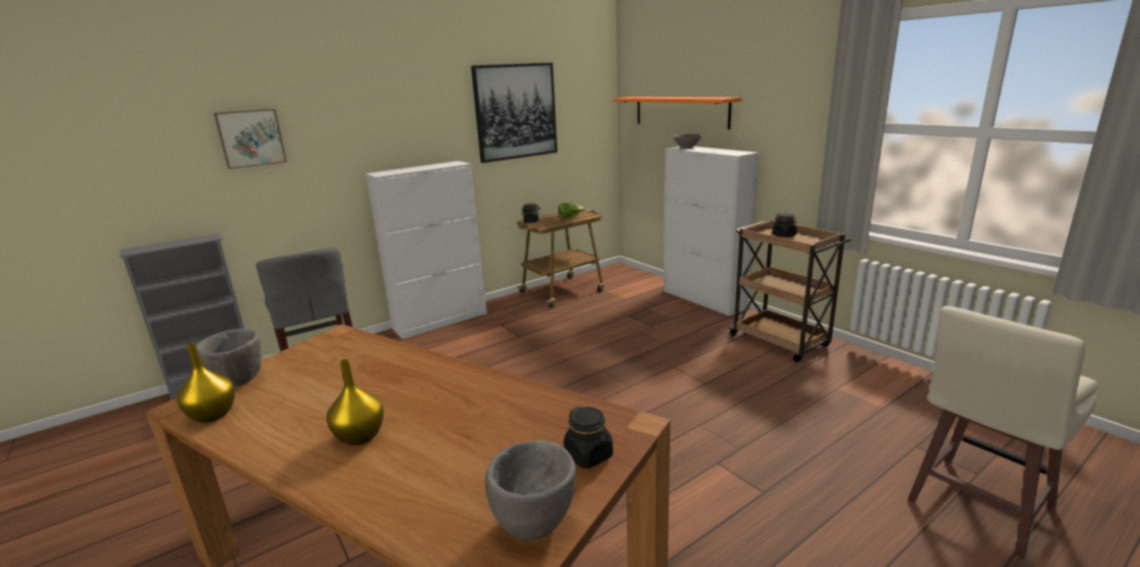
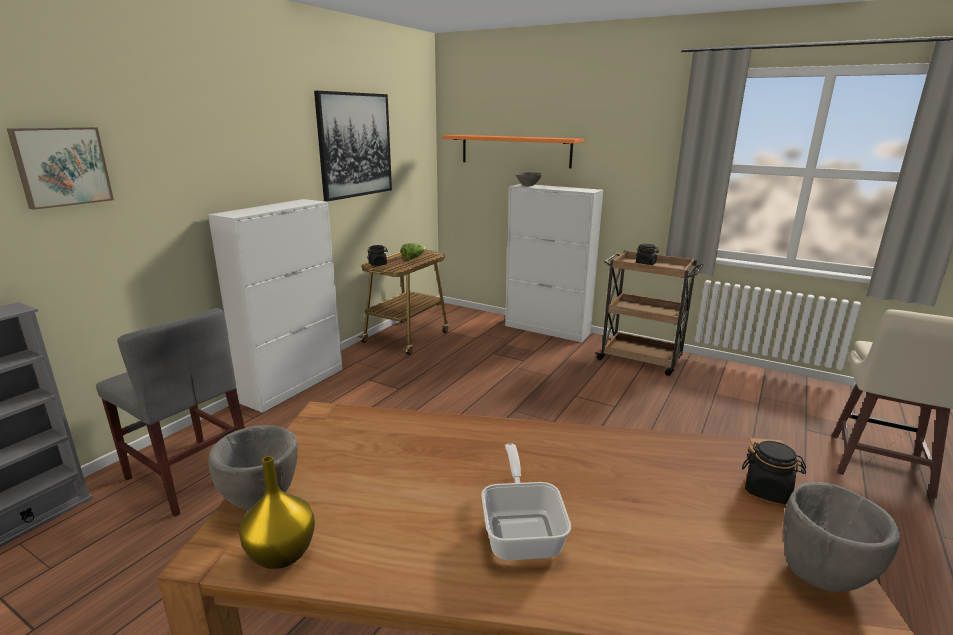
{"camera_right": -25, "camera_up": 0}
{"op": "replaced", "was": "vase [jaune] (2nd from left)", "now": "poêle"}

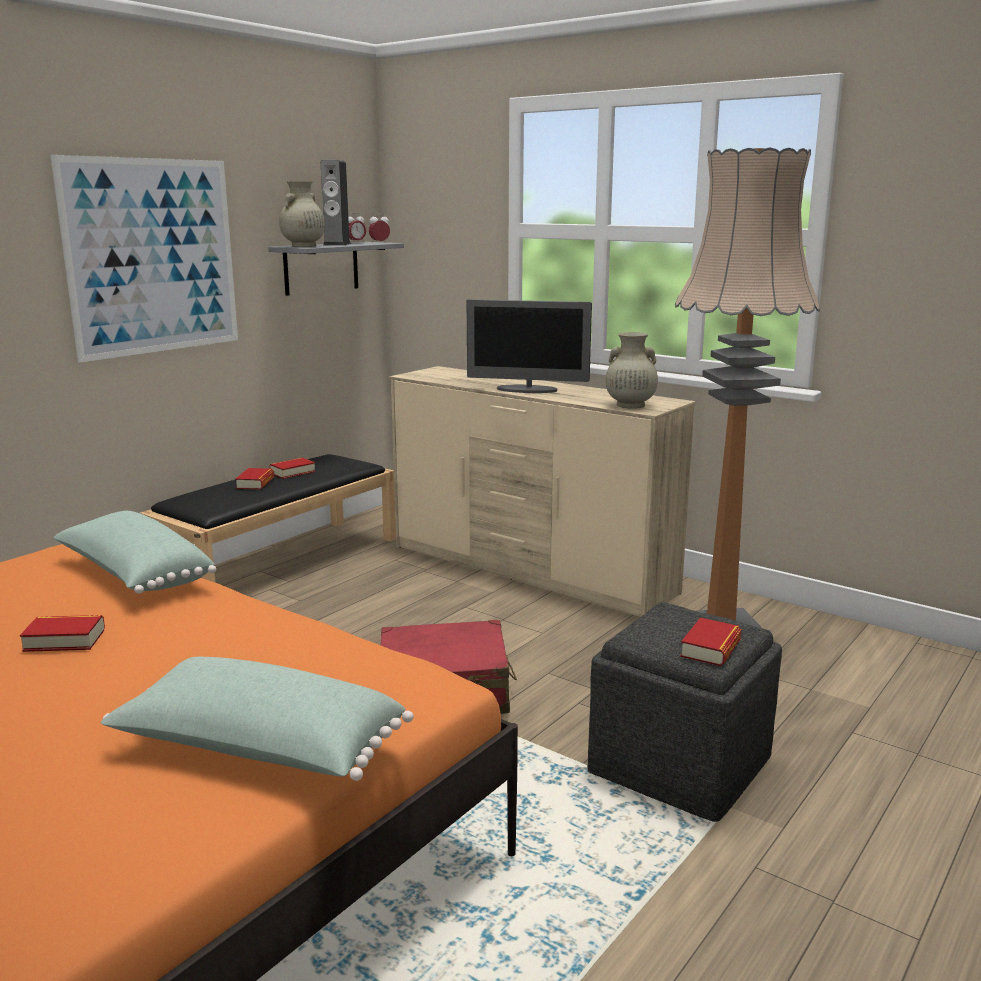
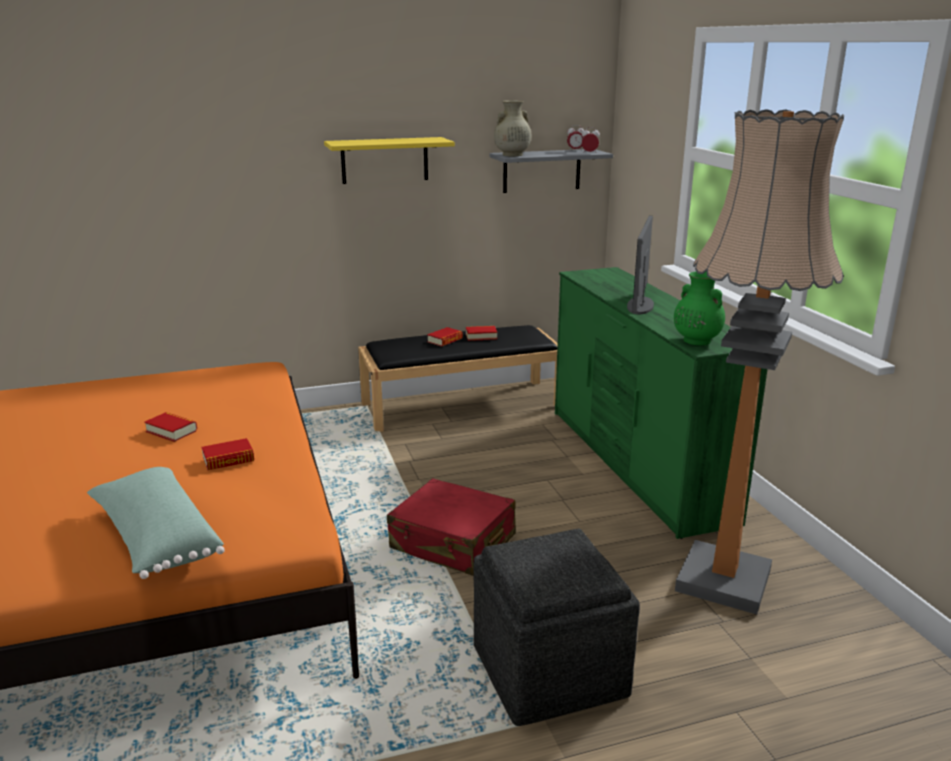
{"camera_right": 35, "camera_up": 5}
{"op": "moved", "was": "livre (4th from left in the first image)", "now": "livre (2nd from left)"}
{"op": "replaced", "was": "tableau", "now": "étagère [jaune]"}
{"op": "recoloured", "was": "commode [beige]", "now": "commode [vert]"}
{"op": "turned", "was": "écran d'ordinateur", "clockwise": 60}
{"op": "recoloured", "was": "vase [beige] (2nd from left)", "now": "vase [vert]"}
{"op": "removed", "was": "coussin [vert] (1st from left)"}
{"op": "removed", "was": "enceinte"}

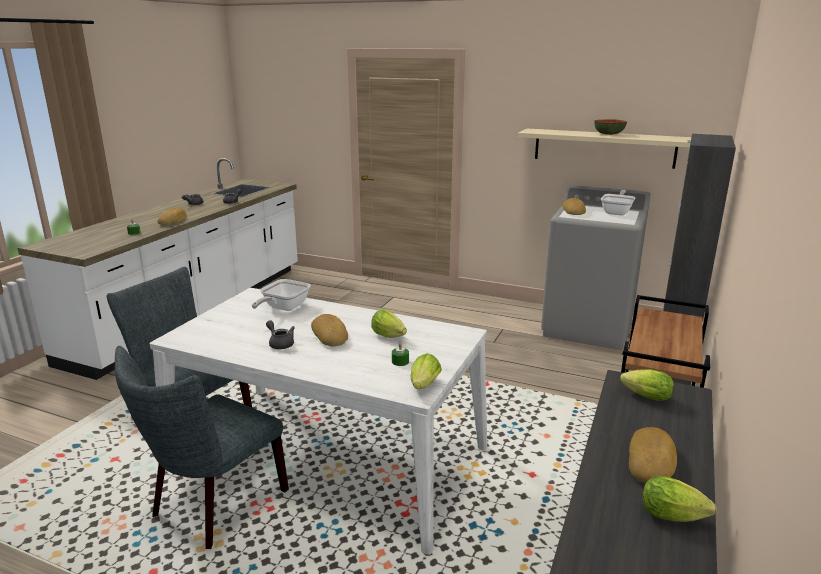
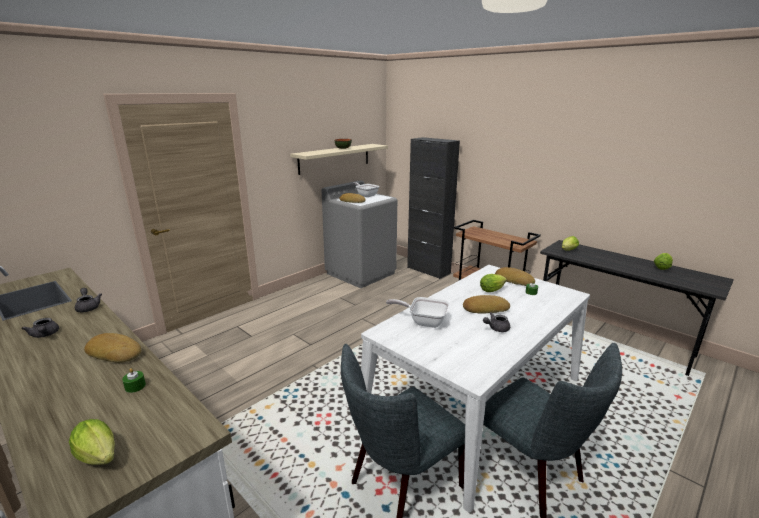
{"camera_right": -70, "camera_up": 0}
{"op": "moved", "was": "laitue (2nd from left in the first image)", "now": "laitue (1st from left)"}
{"op": "turned", "was": "poêle (1st from left in the first image)", "clockwise": 150}
{"op": "moved", "was": "pain (4th from left)"}

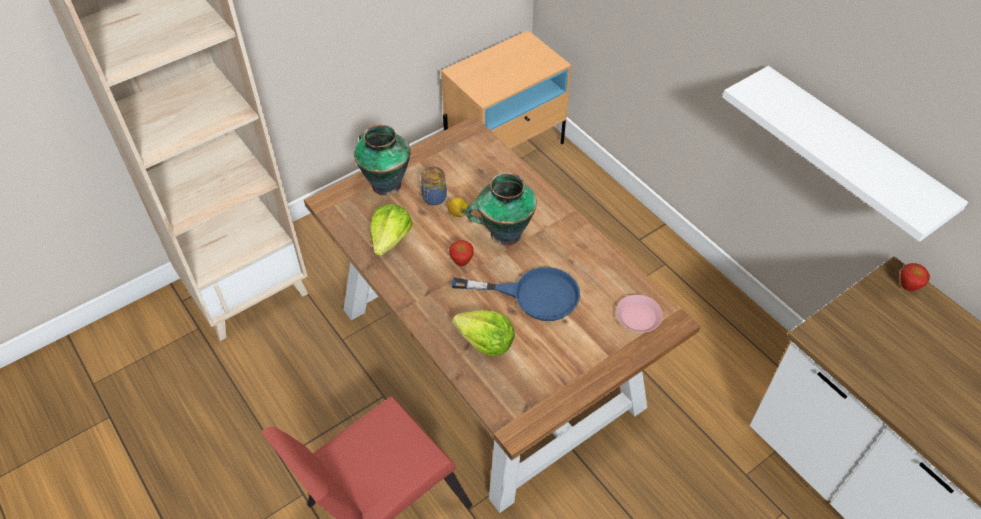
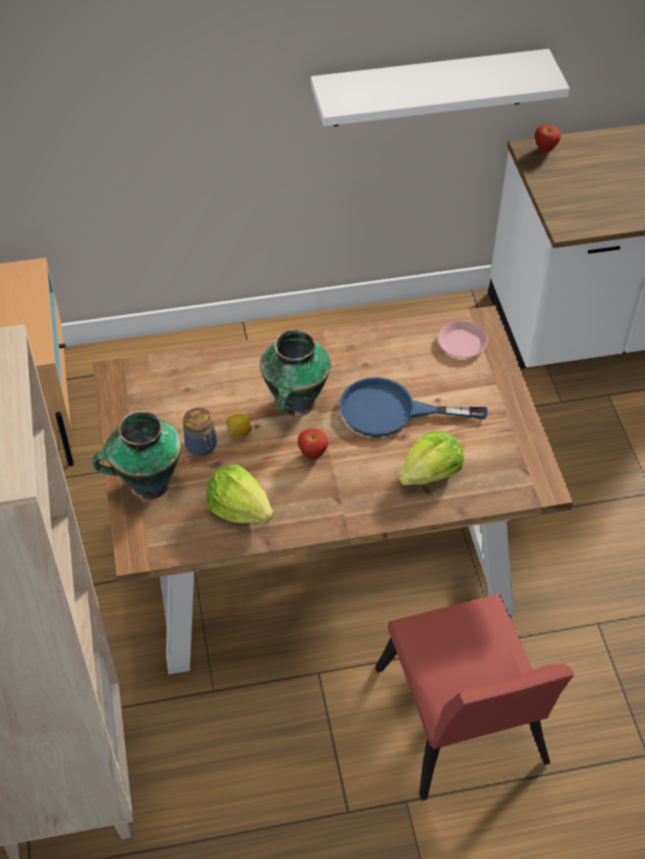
{"camera_right": -65, "camera_up": 0}
{"op": "turned", "was": "poêle [bleu]", "clockwise": -120}

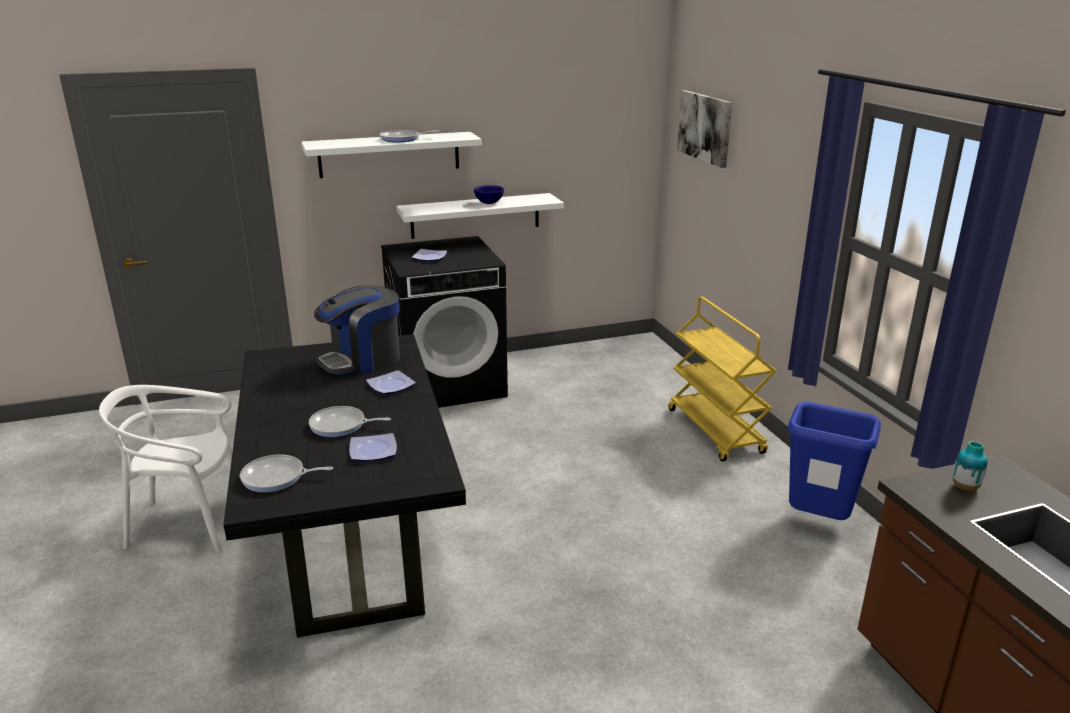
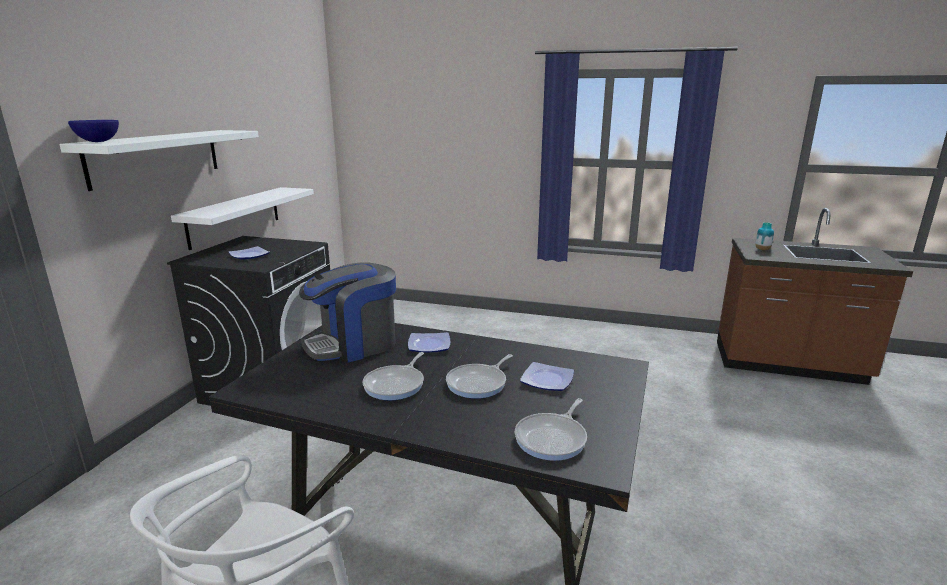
{"camera_right": -55, "camera_up": -5}
{"op": "moved", "was": "bol [bleu]"}
{"op": "turned", "was": "machine à café", "clockwise": 60}
{"op": "moved", "was": "poêle (3rd from left in the first image)", "now": "poêle (1st from left)"}
{"op": "removed", "was": "chariot [jaune]"}
{"op": "removed", "was": "tableau"}
{"op": "removed", "was": "poubelle [bleu]"}

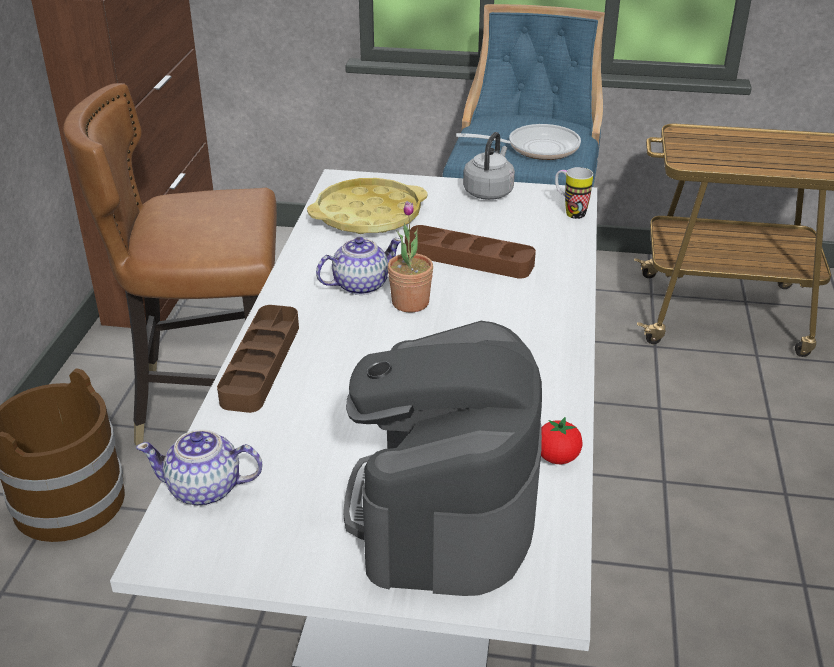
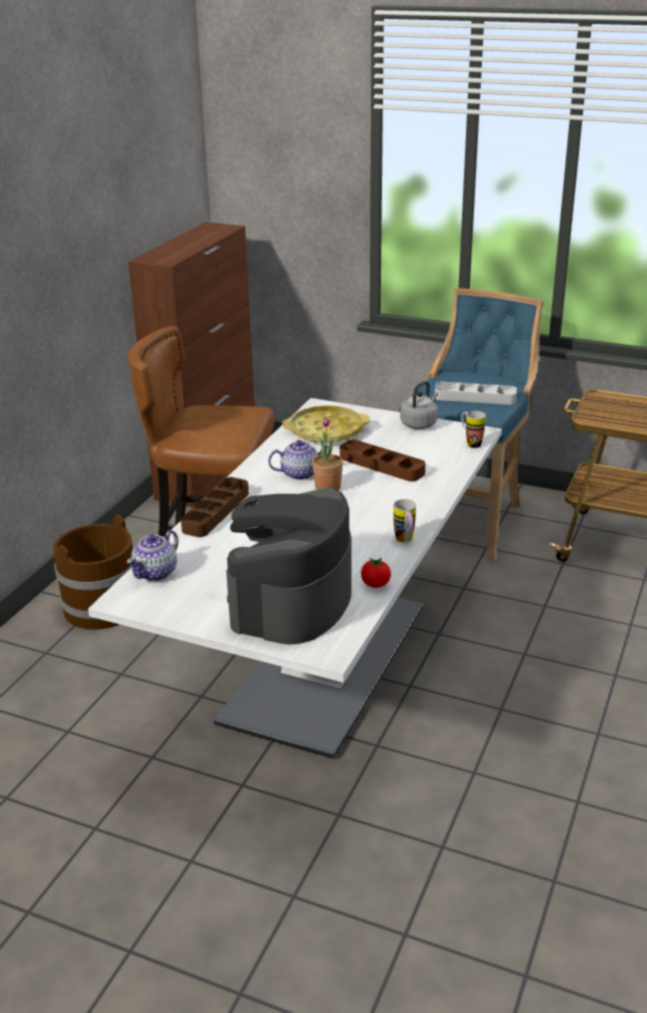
{"camera_right": 15, "camera_up": -5}
{"op": "turned", "was": "théière (1st from left)", "clockwise": -75}
{"op": "added", "now": "mug (1st from left)"}
{"op": "replaced", "was": "poêle", "now": "plateau [gris]"}

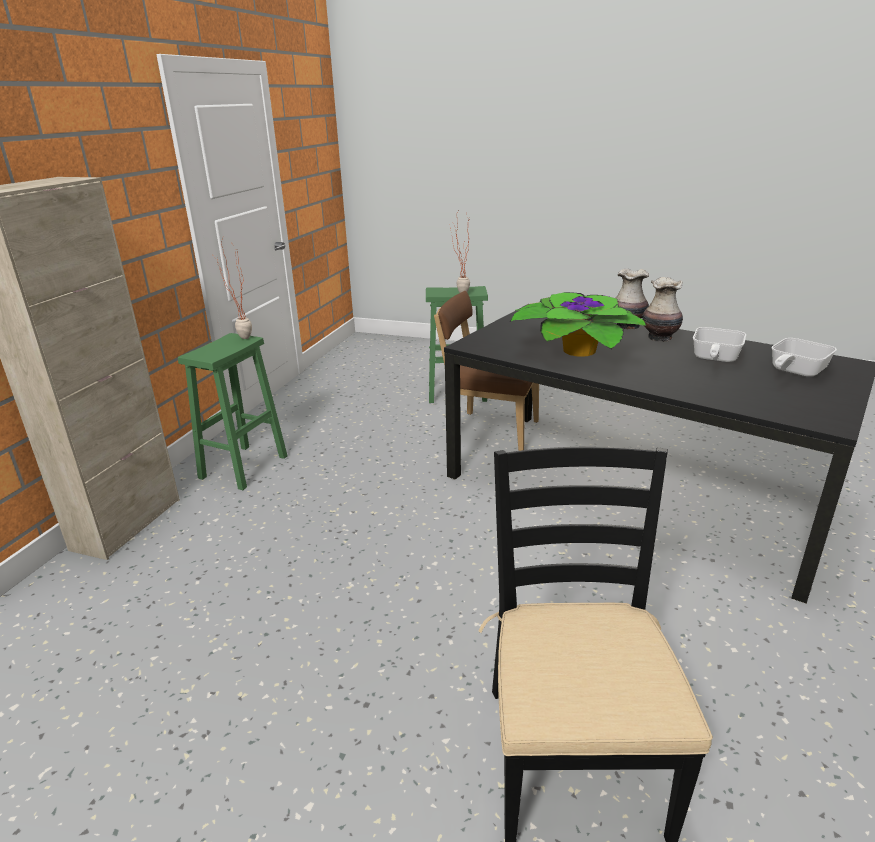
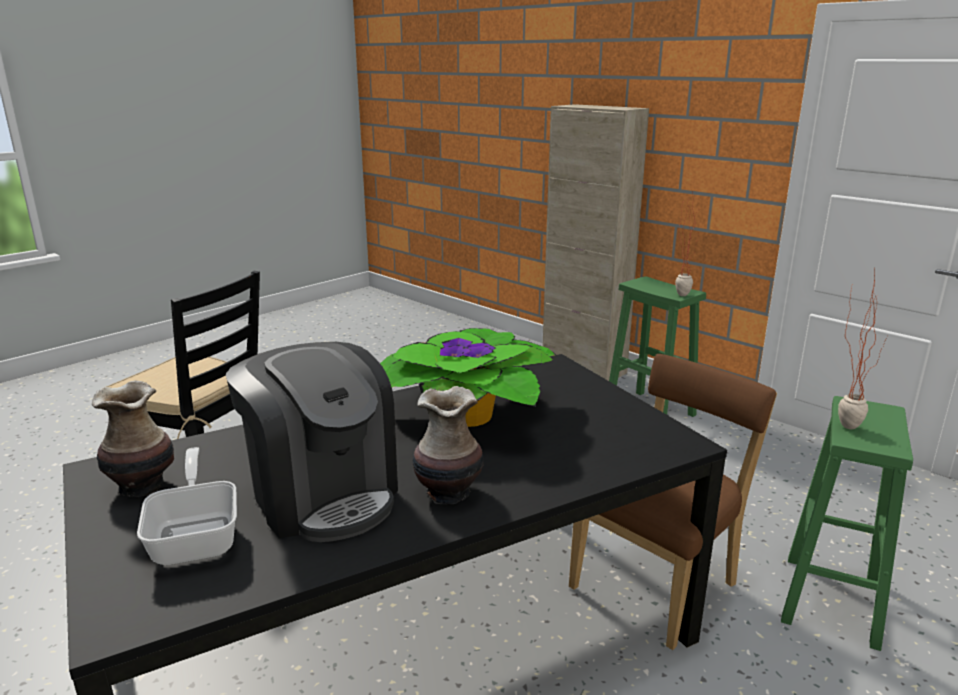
{"camera_right": 115, "camera_up": -5}
{"op": "moved", "was": "vase (1st from left)"}
{"op": "replaced", "was": "poêle (1st from left)", "now": "machine à café"}

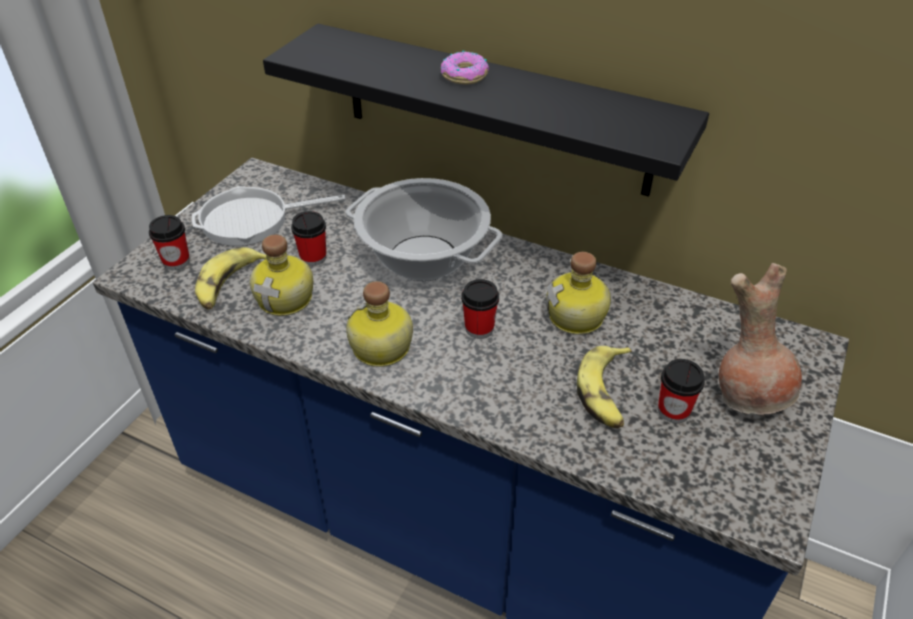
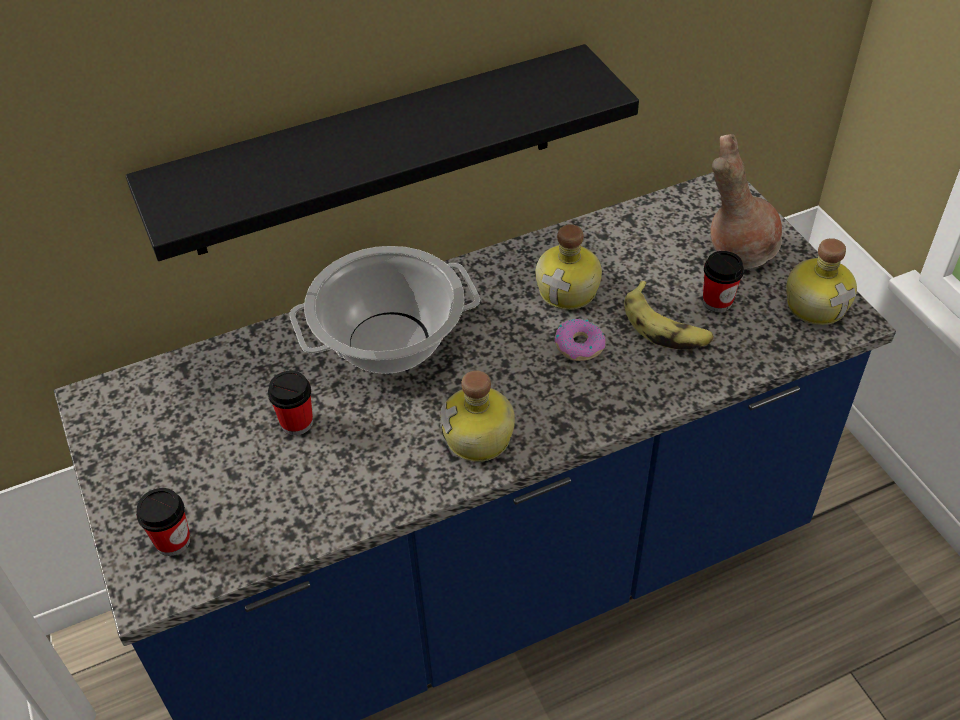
{"camera_right": -50, "camera_up": 5}
{"op": "moved", "was": "beignet"}
{"op": "moved", "was": "bouteille (1st from left in the first image)", "now": "bouteille (3rd from left)"}
{"op": "removed", "was": "poêle"}
{"op": "removed", "was": "banane (1st from left)"}
{"op": "removed", "was": "tasse (3rd from left)"}

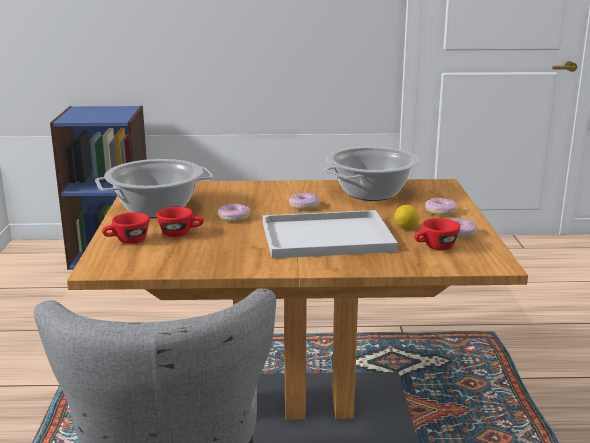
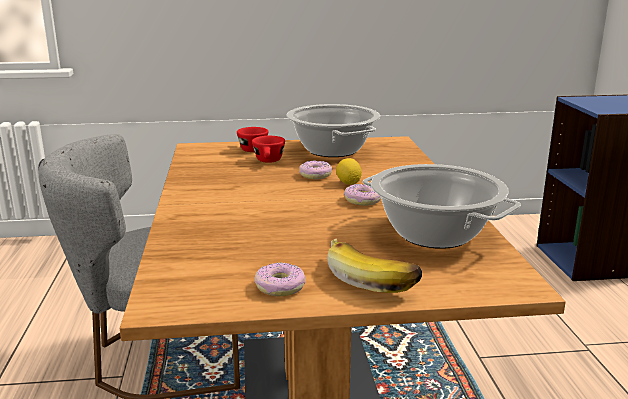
{"camera_right": 85, "camera_up": 0}
{"op": "replaced", "was": "beignet (3rd from left)", "now": "banane"}
{"op": "moved", "was": "citron"}
{"op": "removed", "was": "plateau [blanc]"}
{"op": "removed", "was": "tasse [rouge] (3rd from left)"}

